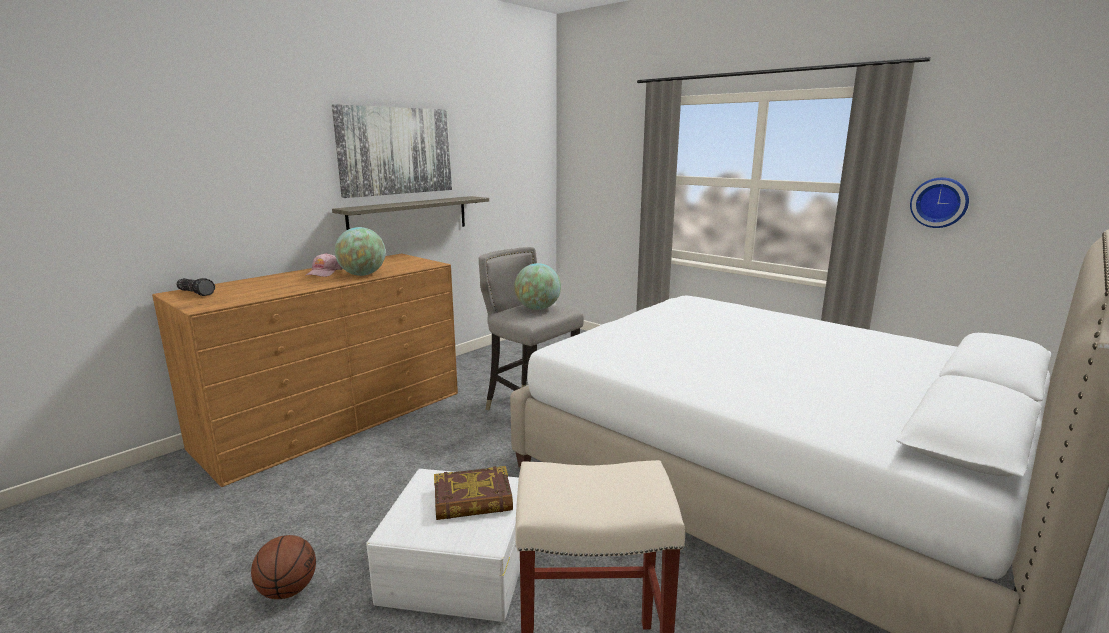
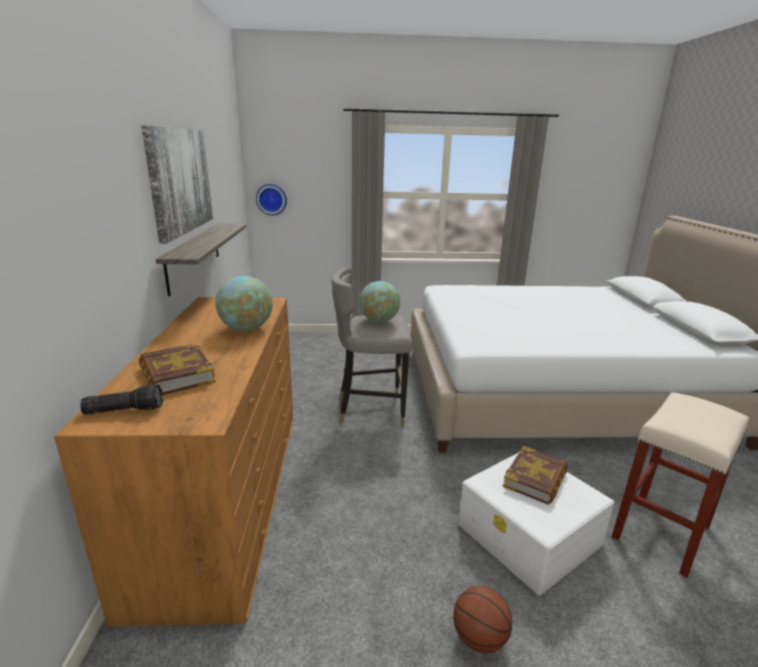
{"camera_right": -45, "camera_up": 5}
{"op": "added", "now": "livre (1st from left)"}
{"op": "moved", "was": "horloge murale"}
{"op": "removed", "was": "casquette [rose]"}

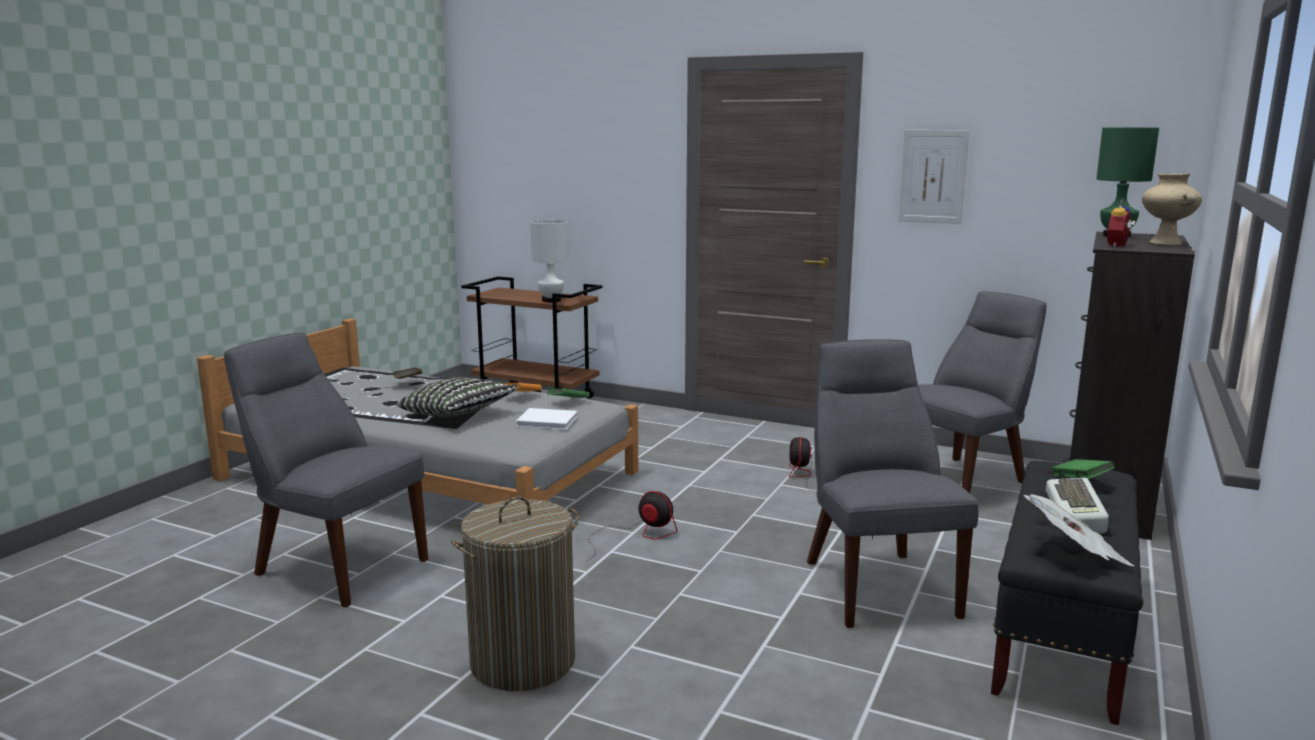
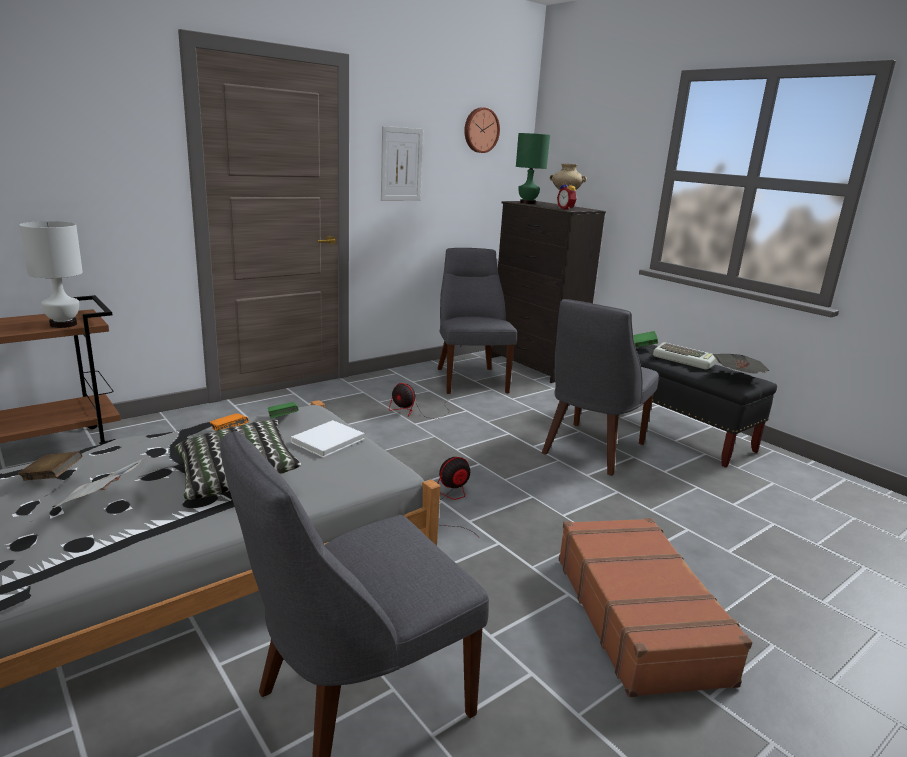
{"camera_right": -65, "camera_up": 5}
{"op": "added", "now": "journal (1st from left)"}
{"op": "added", "now": "horloge murale"}
{"op": "turned", "was": "chaise [gris] (2nd from left in the first image)", "clockwise": -75}
{"op": "replaced", "was": "panier à linge", "now": "valise [marron]"}

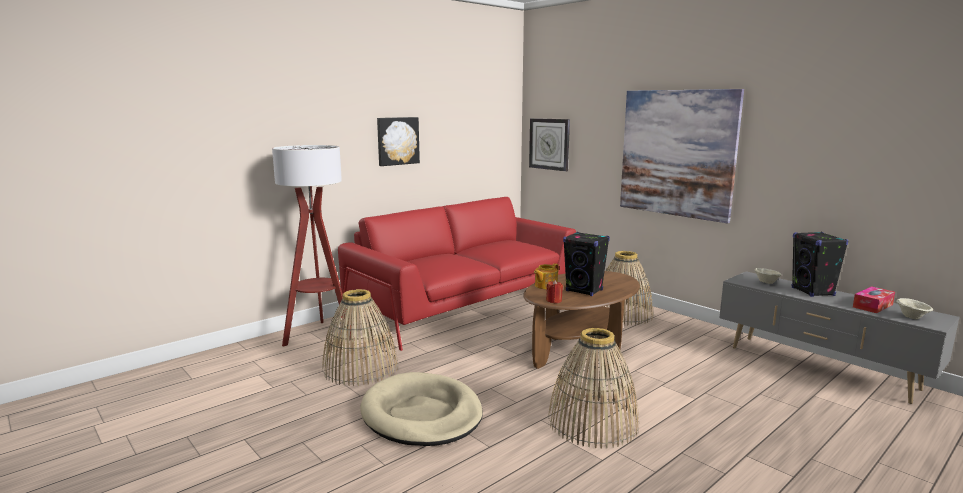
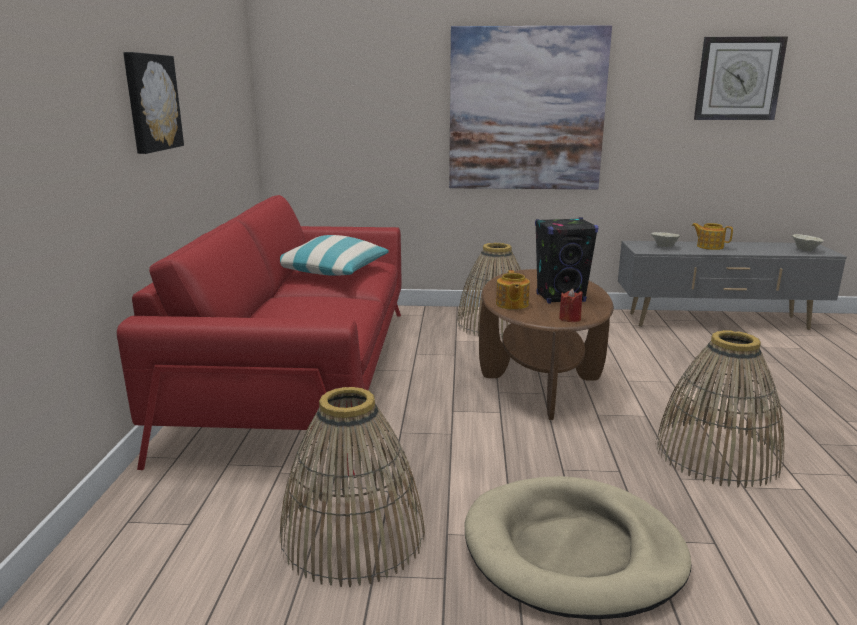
{"camera_right": -45, "camera_up": 5}
{"op": "added", "now": "coussin"}
{"op": "replaced", "was": "enceinte [noir] (2nd from left)", "now": "théière (2nd from left)"}
{"op": "moved", "was": "horloge murale"}
{"op": "removed", "was": "lampadaire"}
{"op": "removed", "was": "boîte à mouchoirs"}

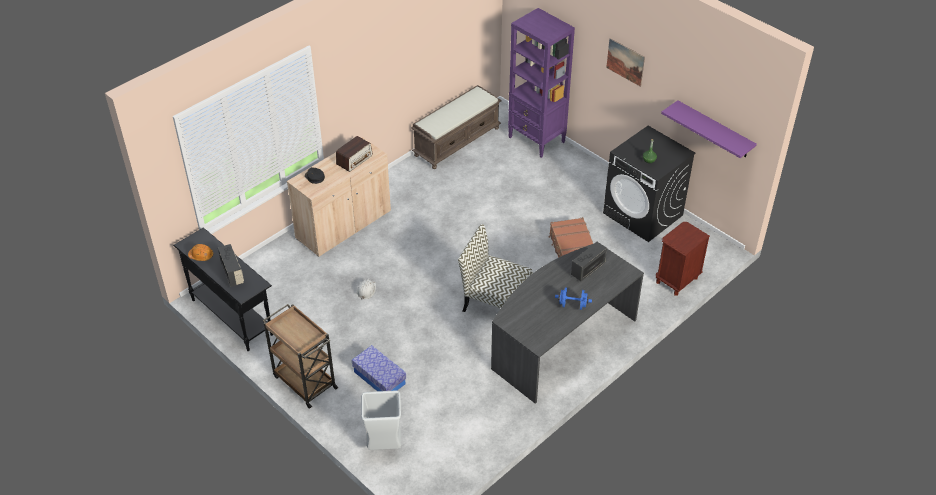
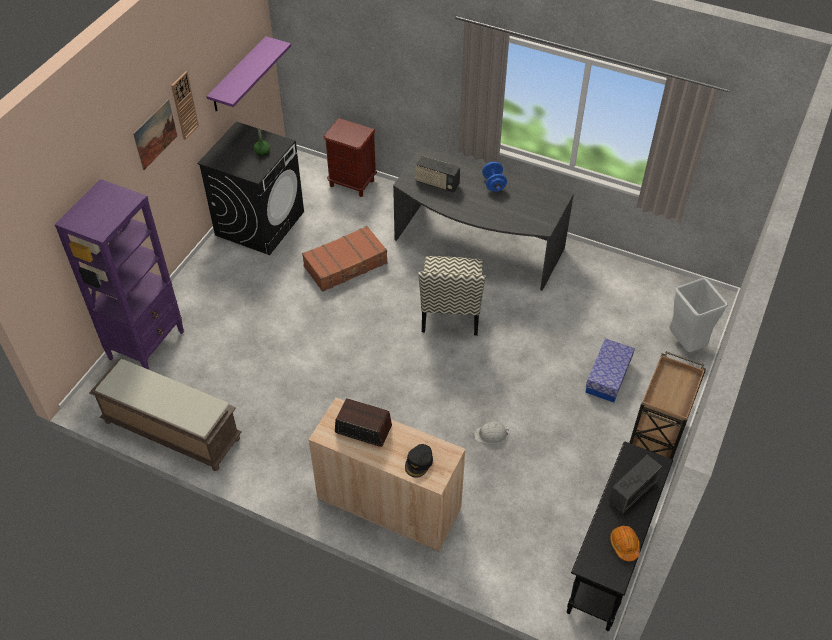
{"camera_right": -110, "camera_up": 5}
{"op": "added", "now": "horloge murale"}

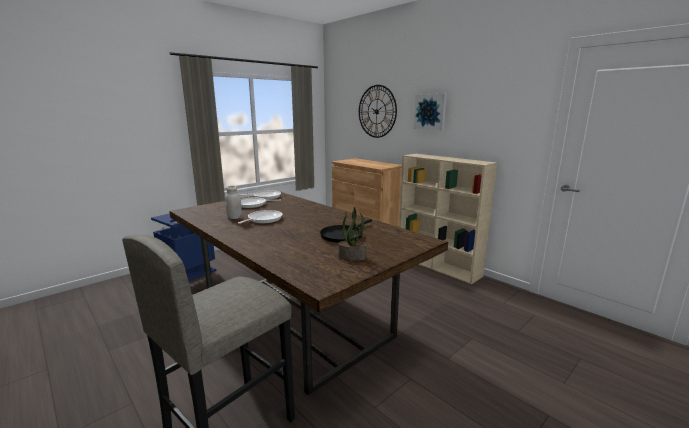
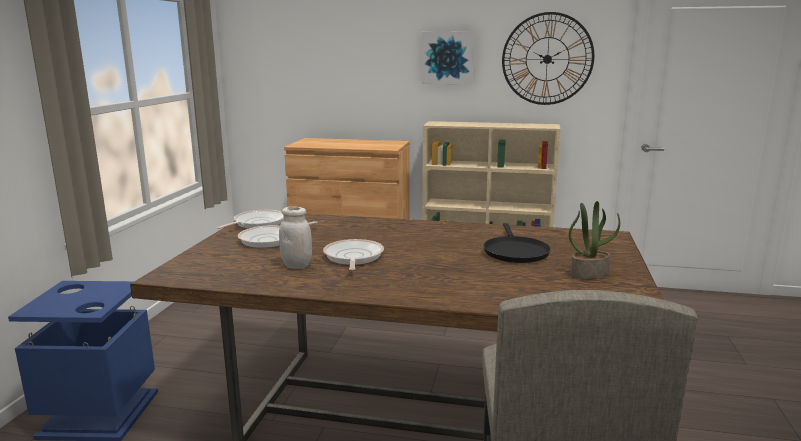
{"camera_right": -35, "camera_up": 0}
{"op": "moved", "was": "horloge murale"}

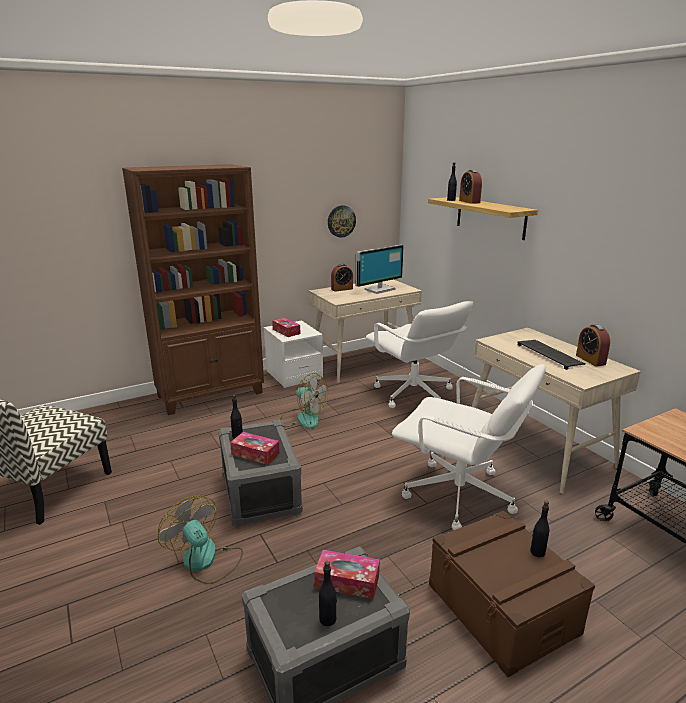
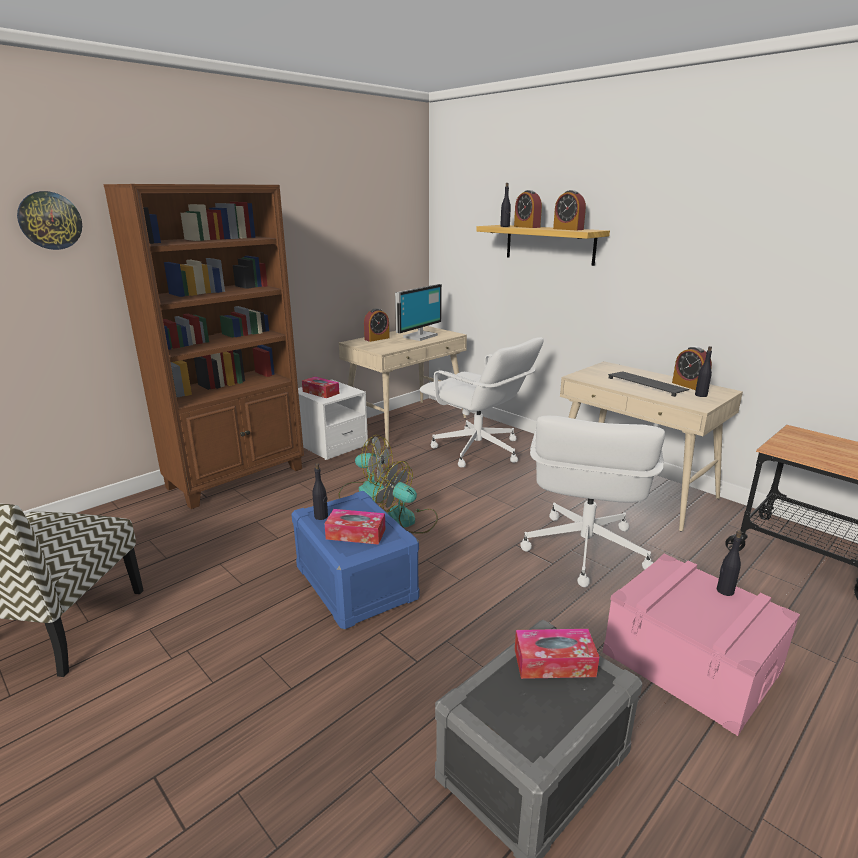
{"camera_right": -15, "camera_up": 0}
{"op": "moved", "was": "horloge murale"}
{"op": "recoloured", "was": "boîte de rangement [gris] (1st from left)", "now": "boîte de rangement [bleu]"}
{"op": "moved", "was": "ventilateur (1st from left in the first image)", "now": "ventilateur (2nd from left)"}
{"op": "turned", "was": "chaise de bureau [blanc] (2nd from left)", "clockwise": 90}
{"op": "added", "now": "réveil (3rd from left)"}
{"op": "recoloured", "was": "boîte de rangement [marron]", "now": "boîte de rangement [rose]"}
{"op": "moved", "was": "bouteille [noir] (2nd from left in the first image)", "now": "bouteille [noir] (3rd from left)"}

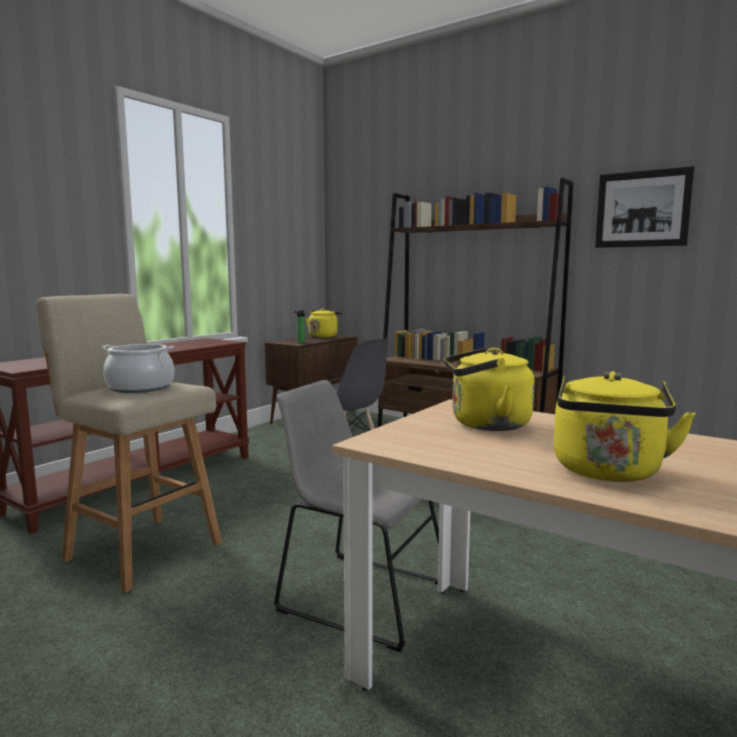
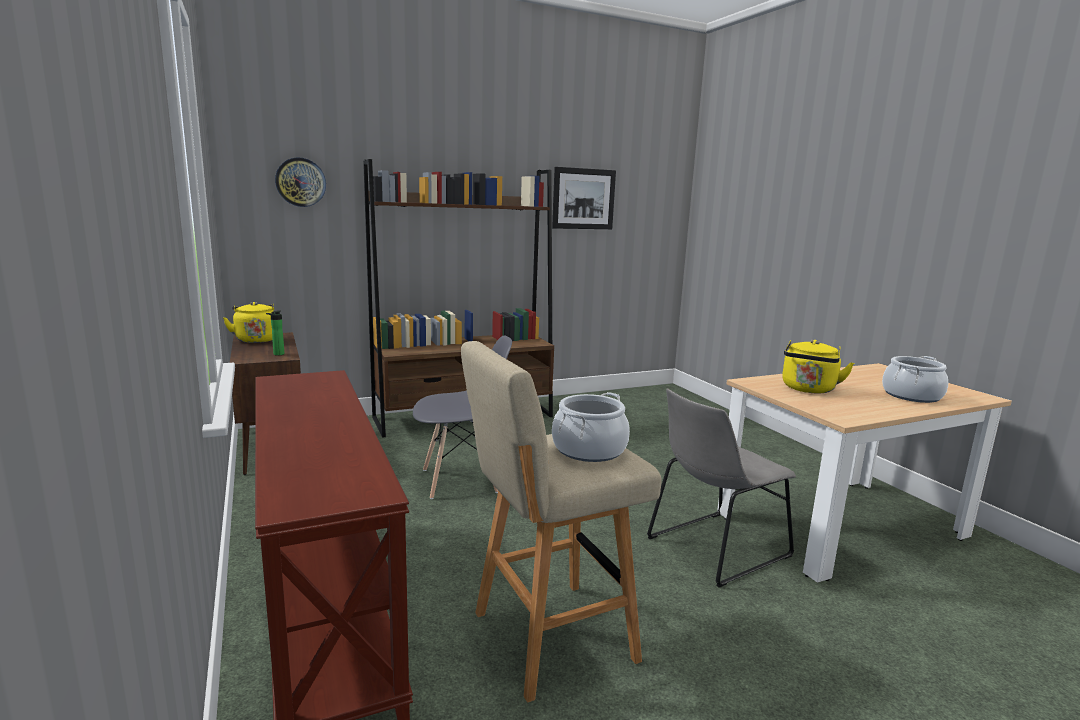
{"camera_right": -60, "camera_up": 5}
{"op": "added", "now": "horloge murale"}
{"op": "replaced", "was": "bouilloire [jaune] (3rd from left)", "now": "marmite (2nd from left)"}

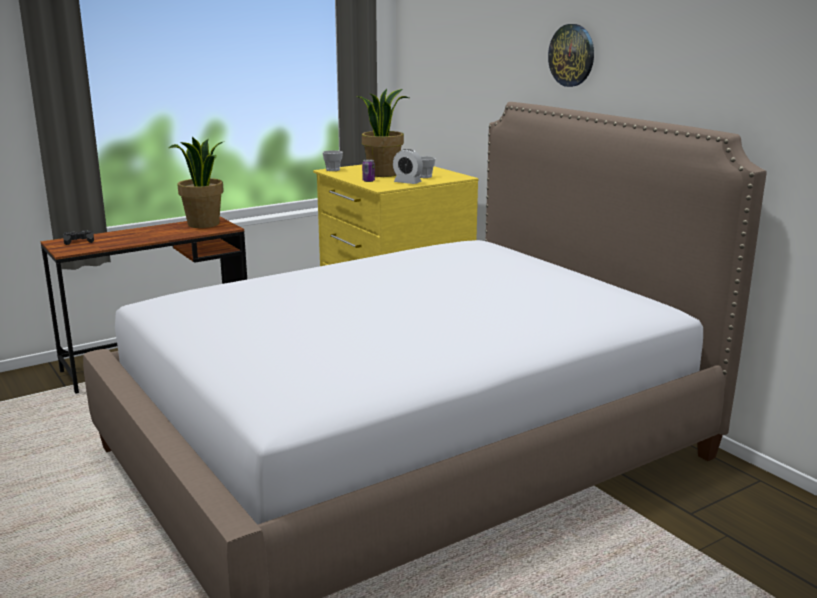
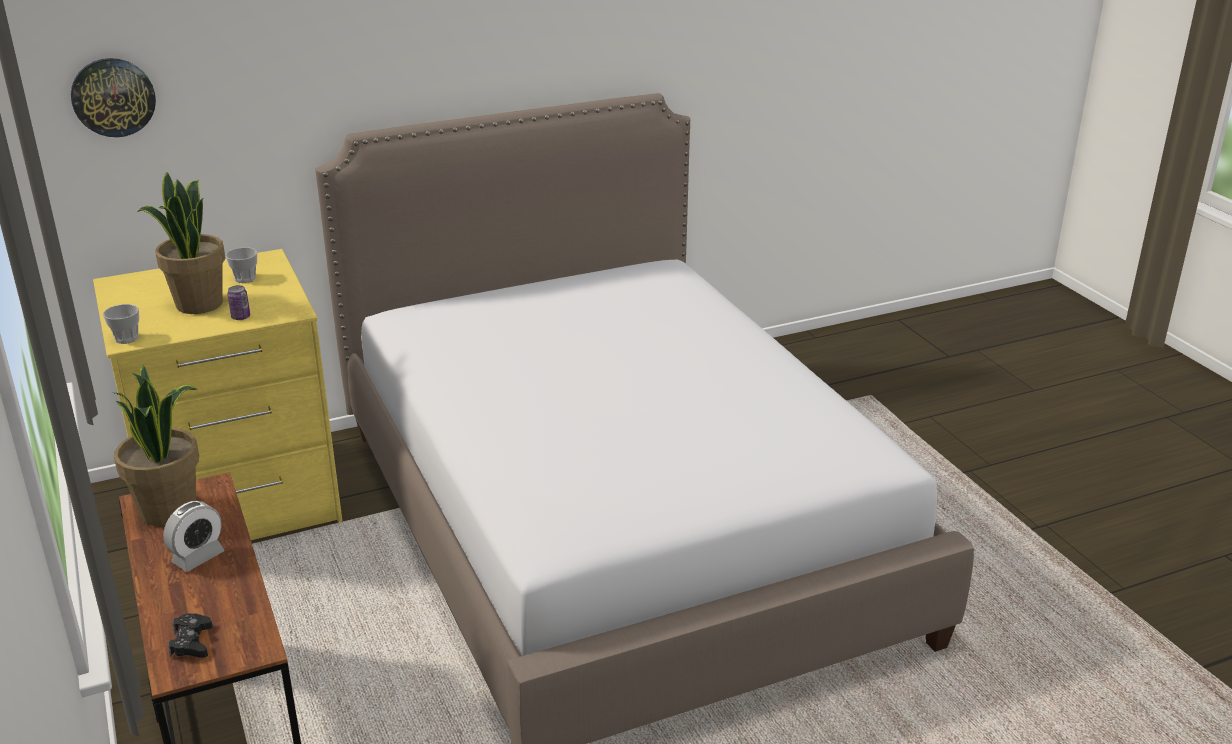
{"camera_right": -80, "camera_up": 10}
{"op": "moved", "was": "horloge murale"}
{"op": "moved", "was": "réveil"}

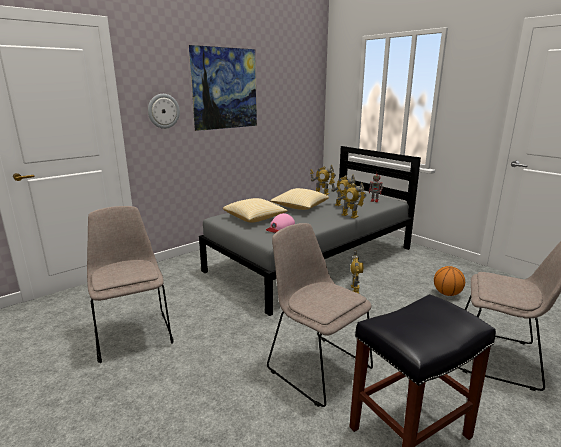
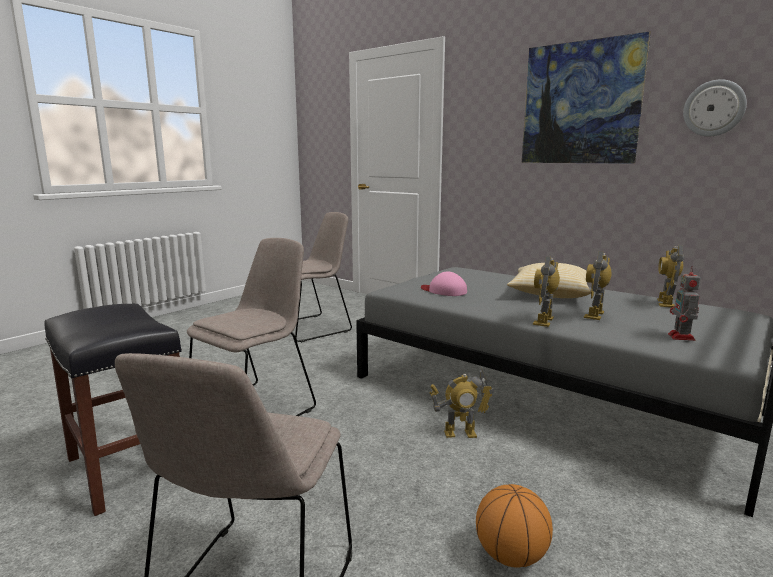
{"camera_right": 80, "camera_up": -5}
{"op": "moved", "was": "horloge murale"}
{"op": "removed", "was": "coussin (1st from left)"}

